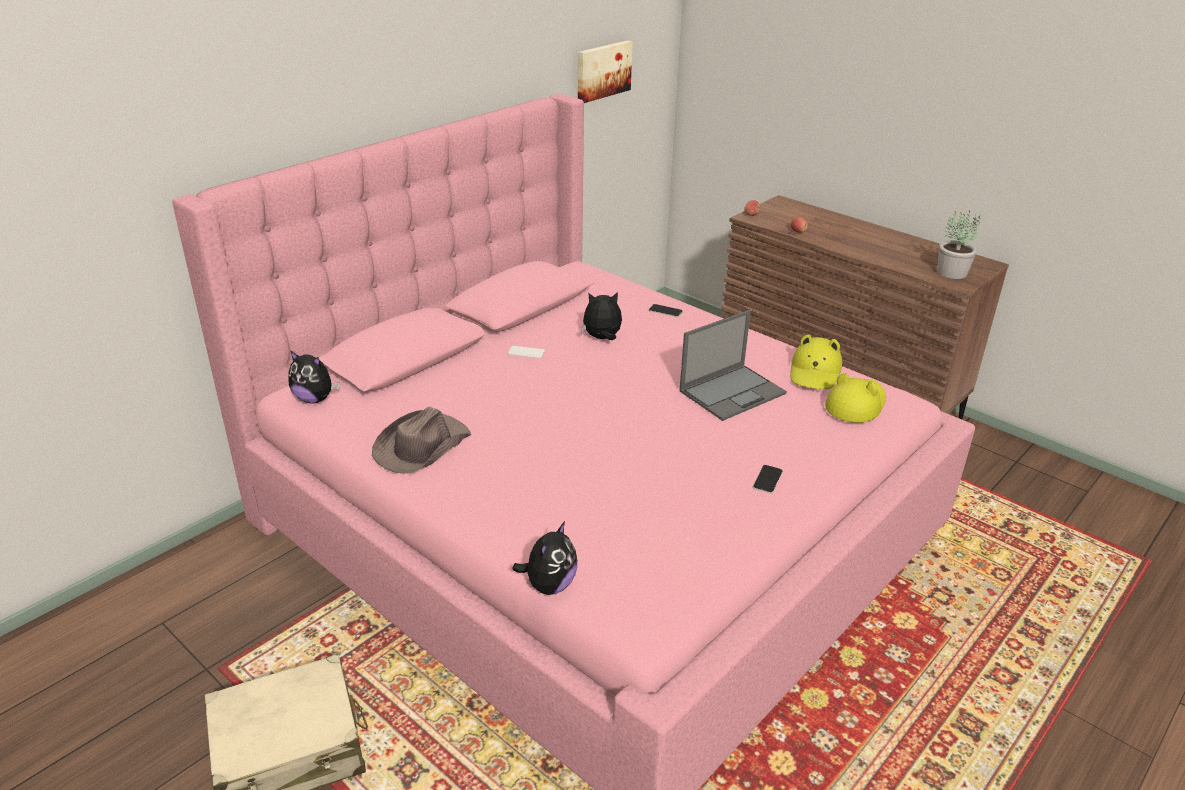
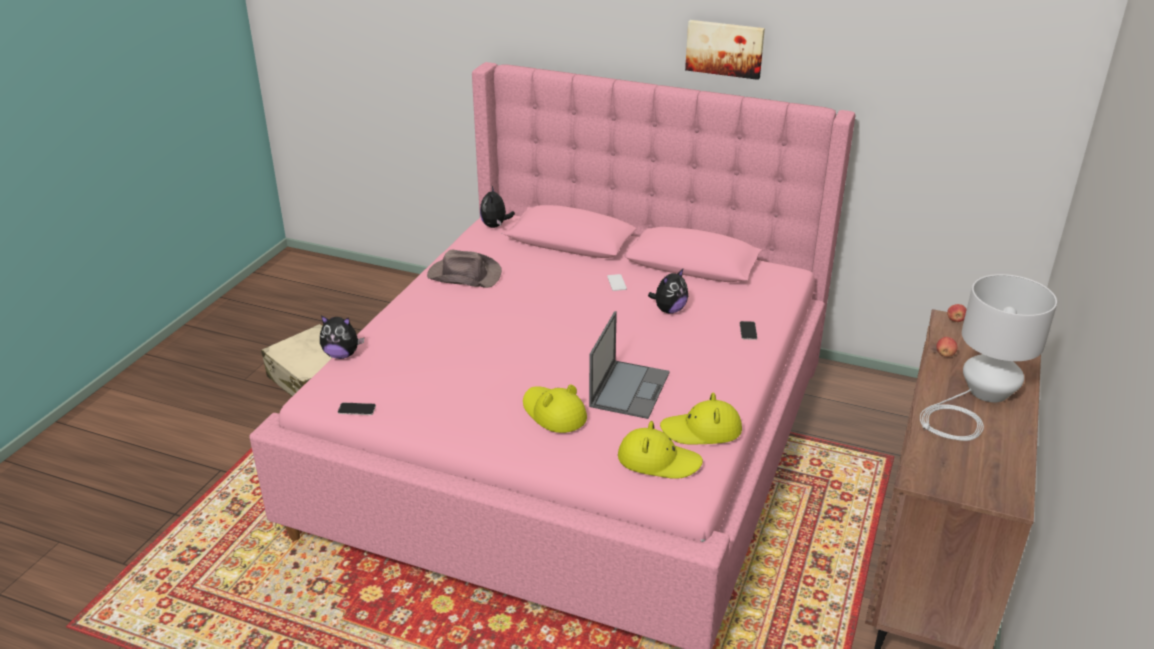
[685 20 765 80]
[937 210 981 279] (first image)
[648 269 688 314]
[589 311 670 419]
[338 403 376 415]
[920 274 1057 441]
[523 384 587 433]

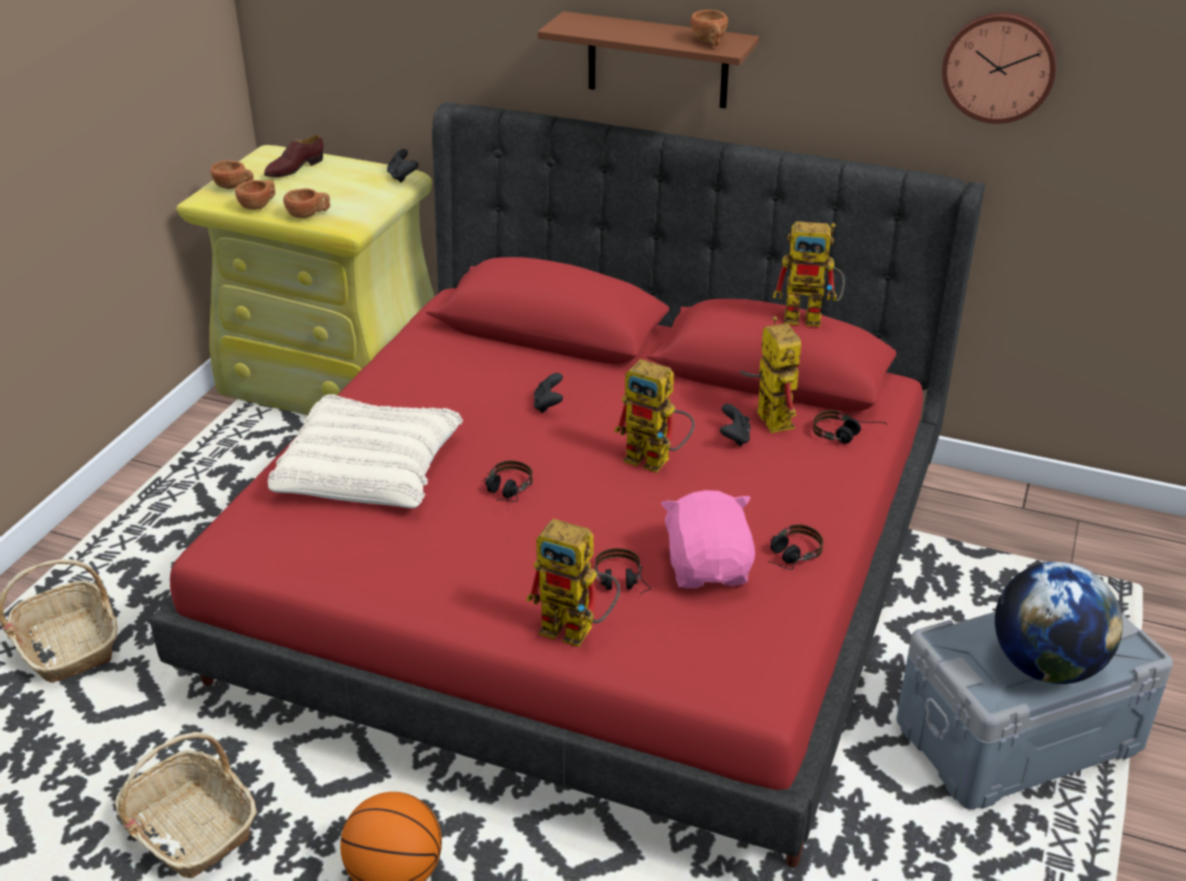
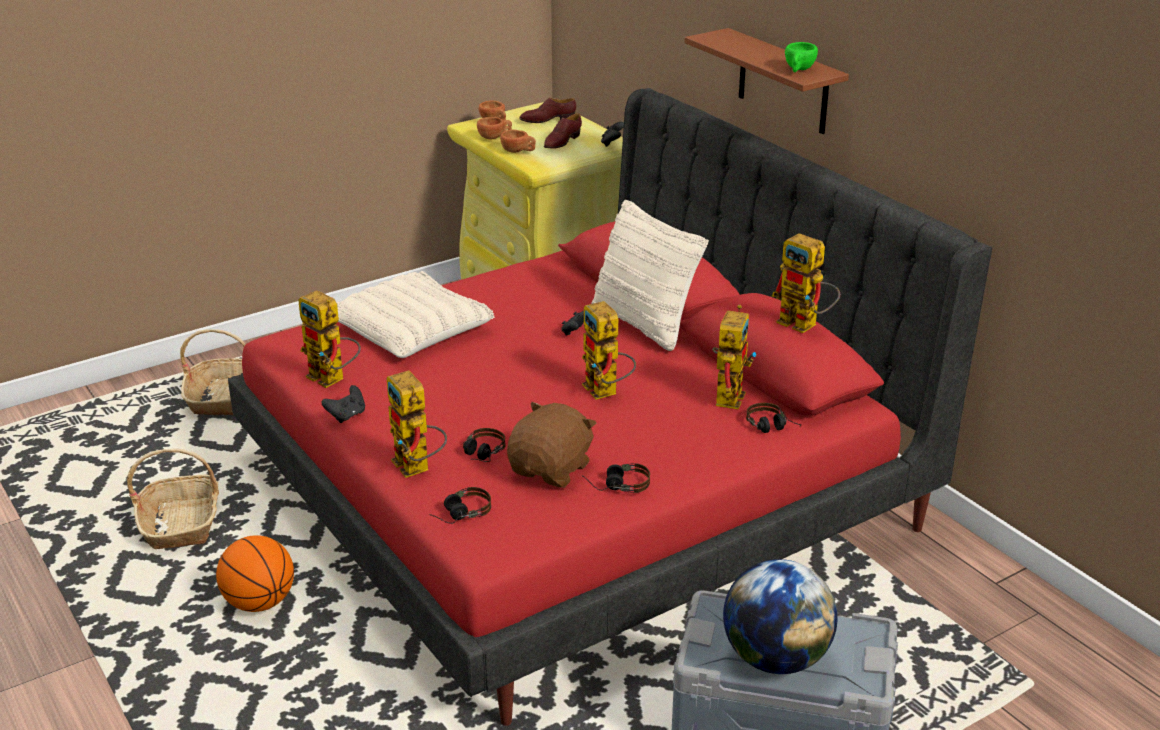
[785 42 818 72]
[942 12 1057 124] (first image)
[322 385 365 423]
[429 487 491 524]
[507 402 596 488]
[544 113 582 148]
[591 200 709 351]
[298 290 361 388]

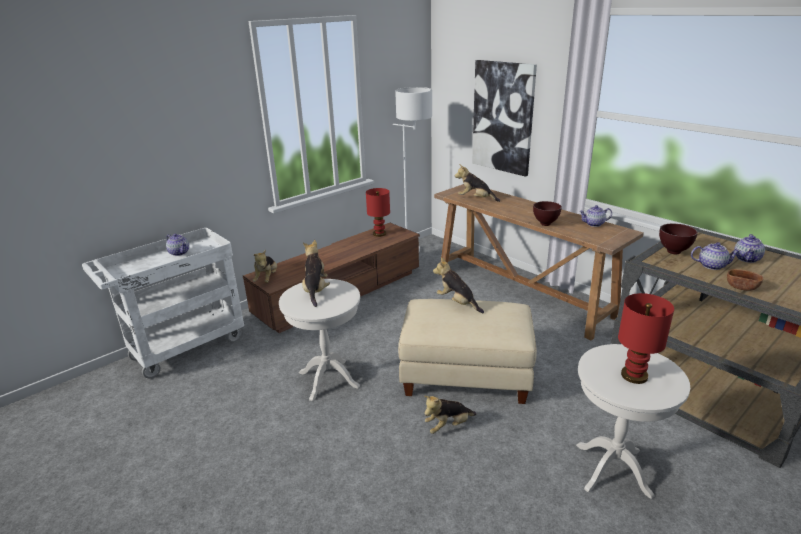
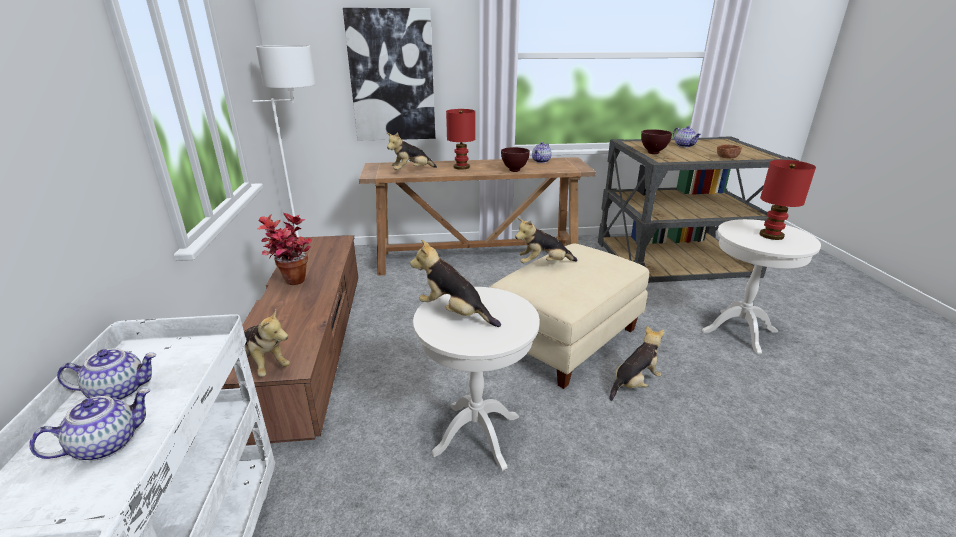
[446 109 476 170]
[29 388 151 461]
[609 326 664 401]
[257 213 312 285]

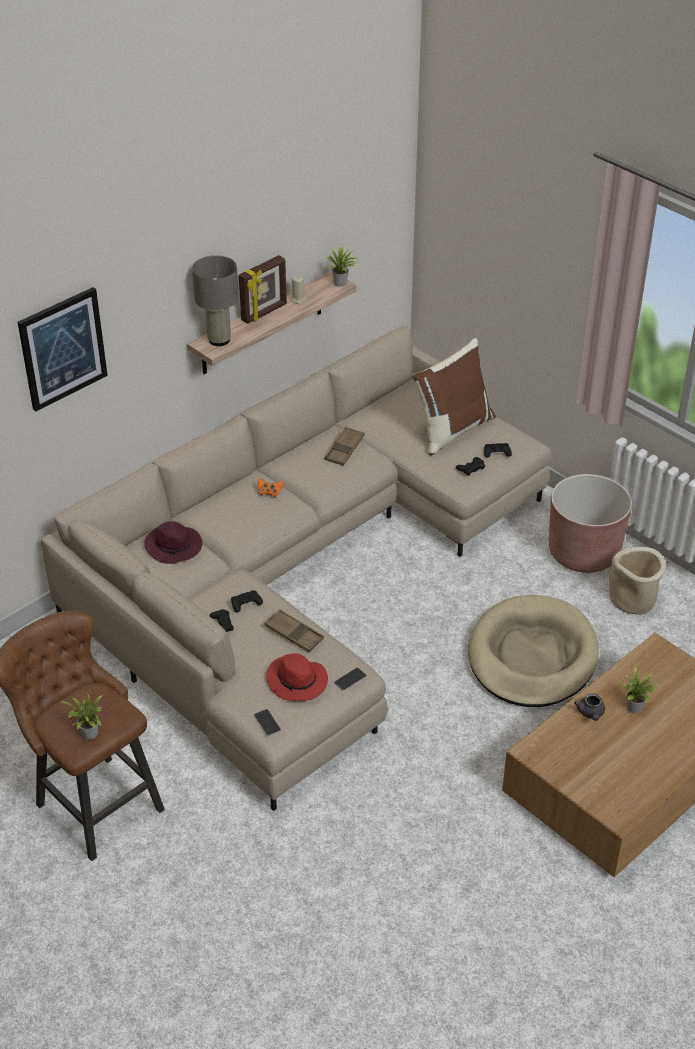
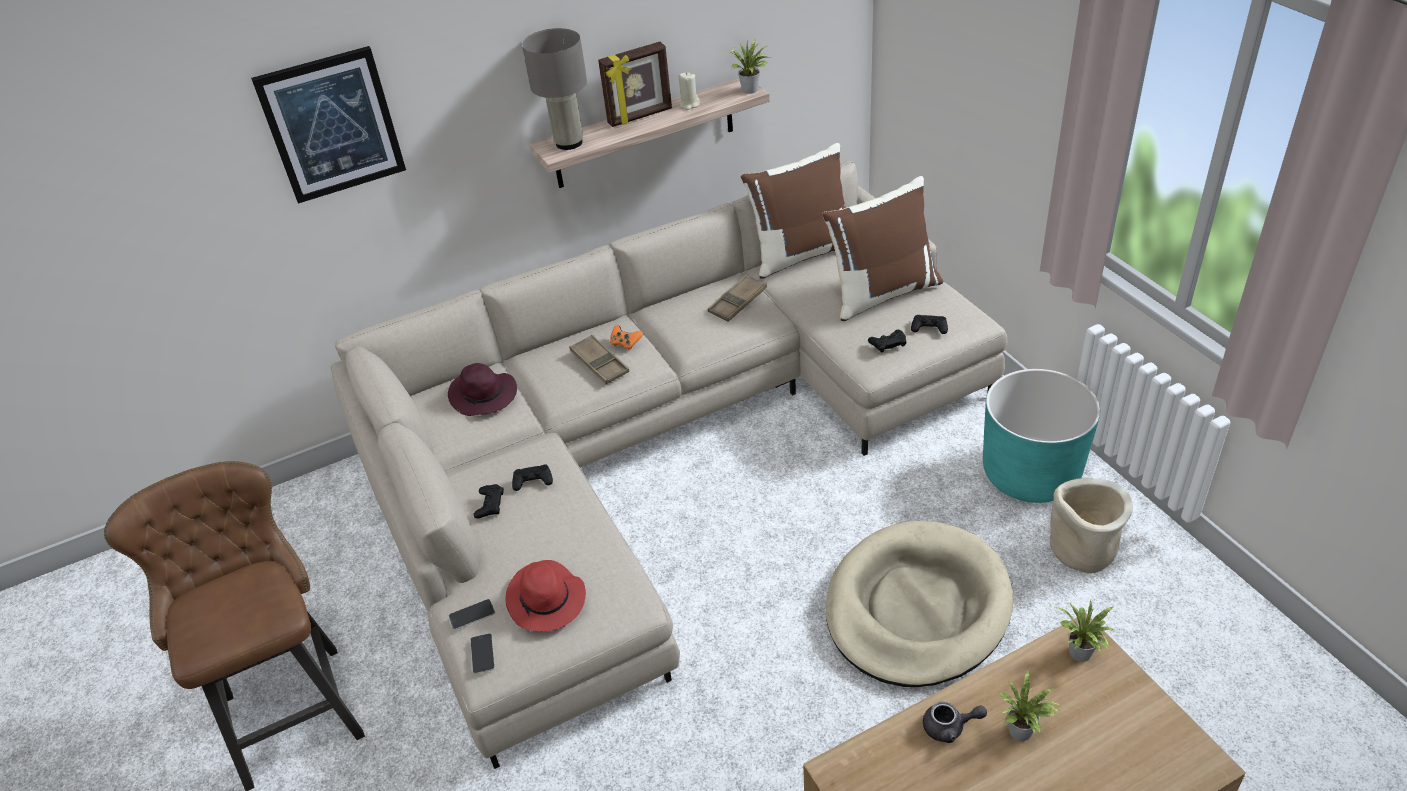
[983 369 1100 503]
[569 335 629 384]
[449 599 495 630]
[923 702 987 743]
[1055 600 1115 662]
[741 143 846 279]

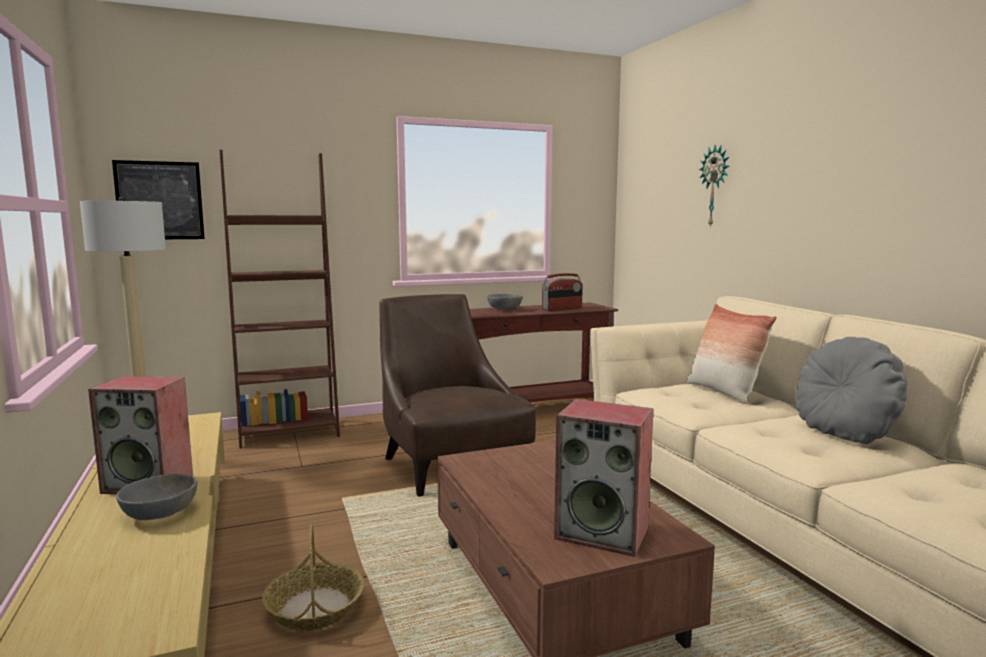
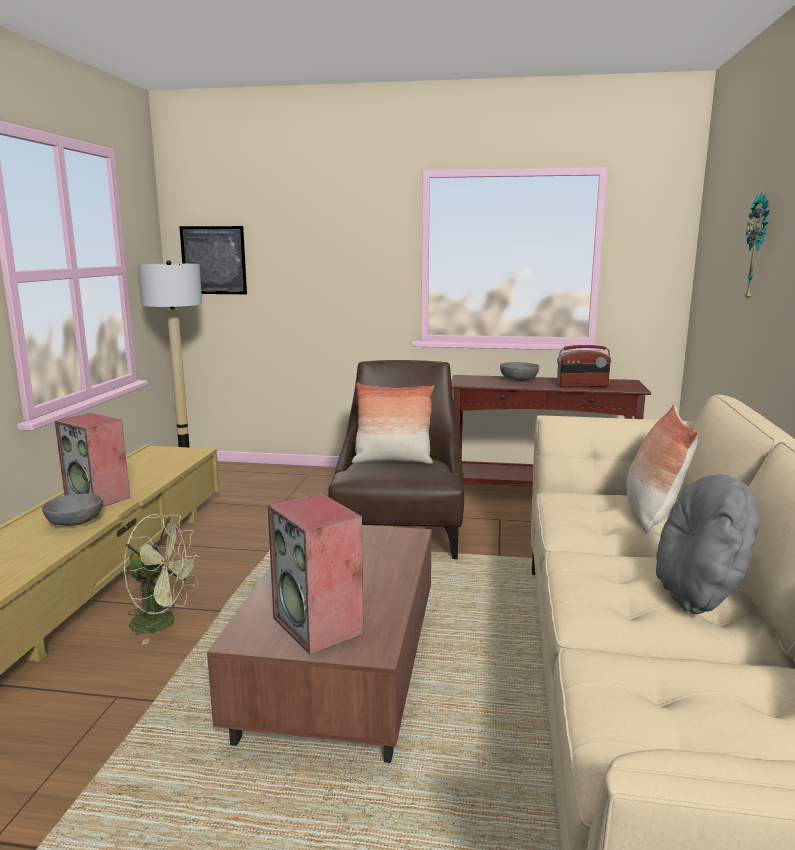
[220 150 340 449] (first image)
[123 514 201 645]
[352 383 434 464]

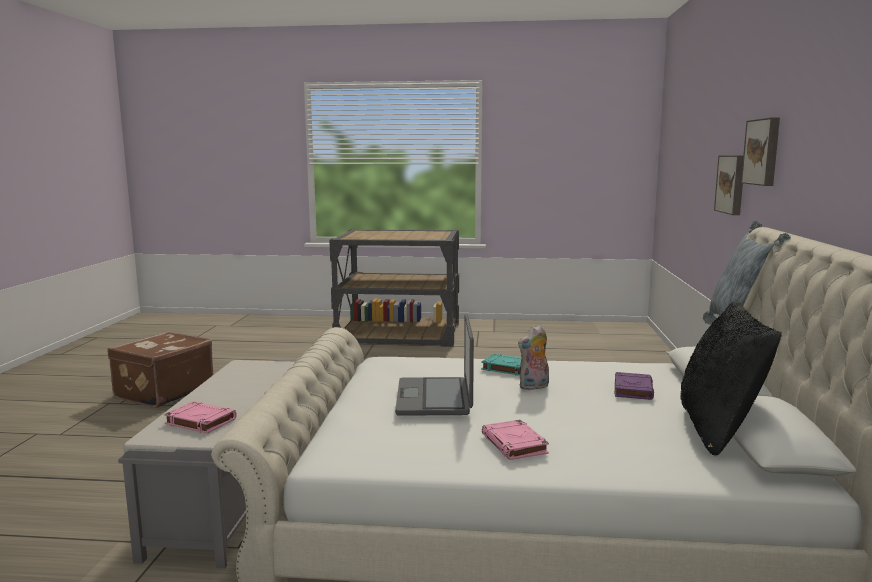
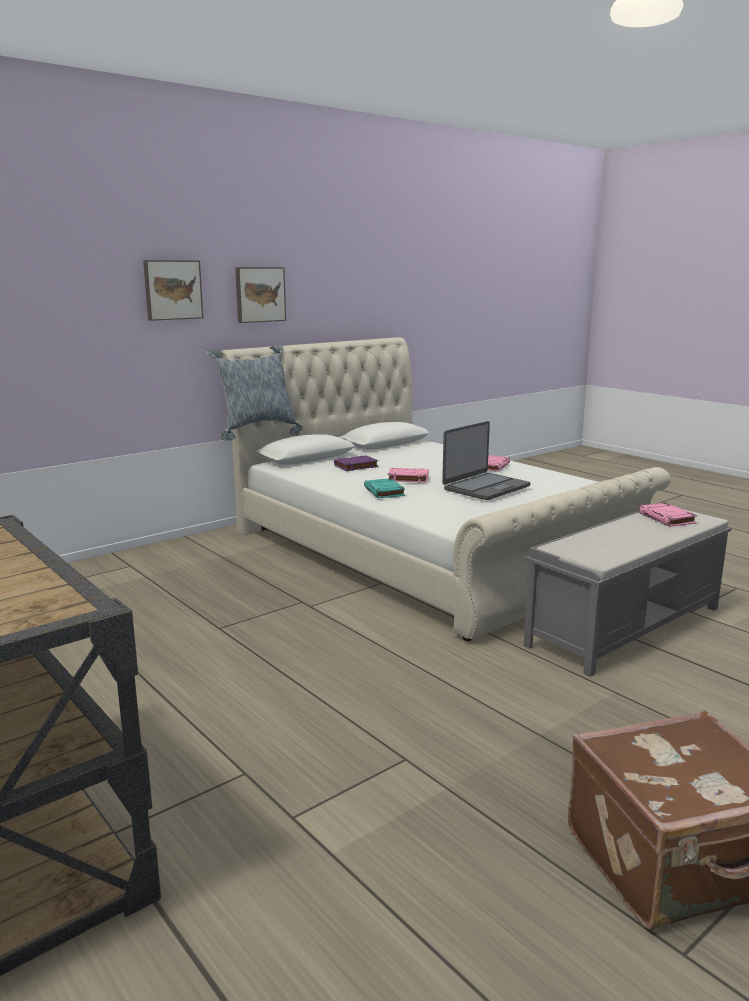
[235 267 286 323]
[680 300 782 457] (first image)
[388 468 429 483]

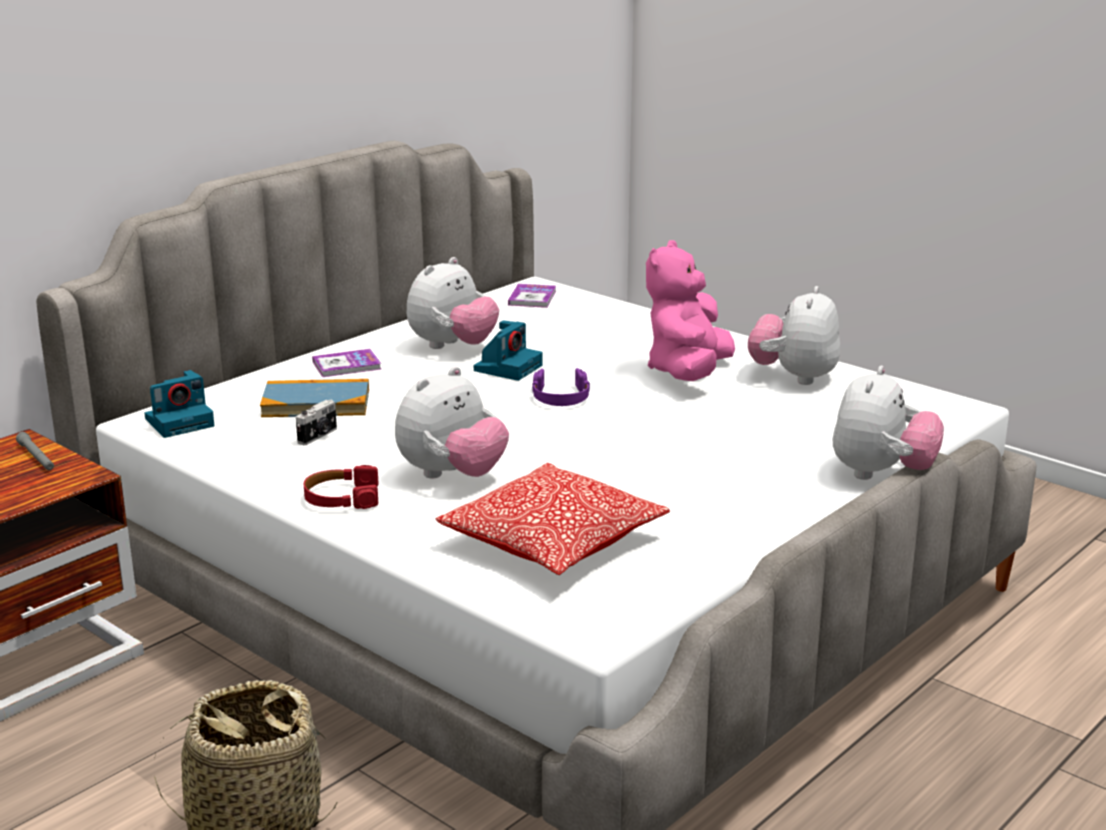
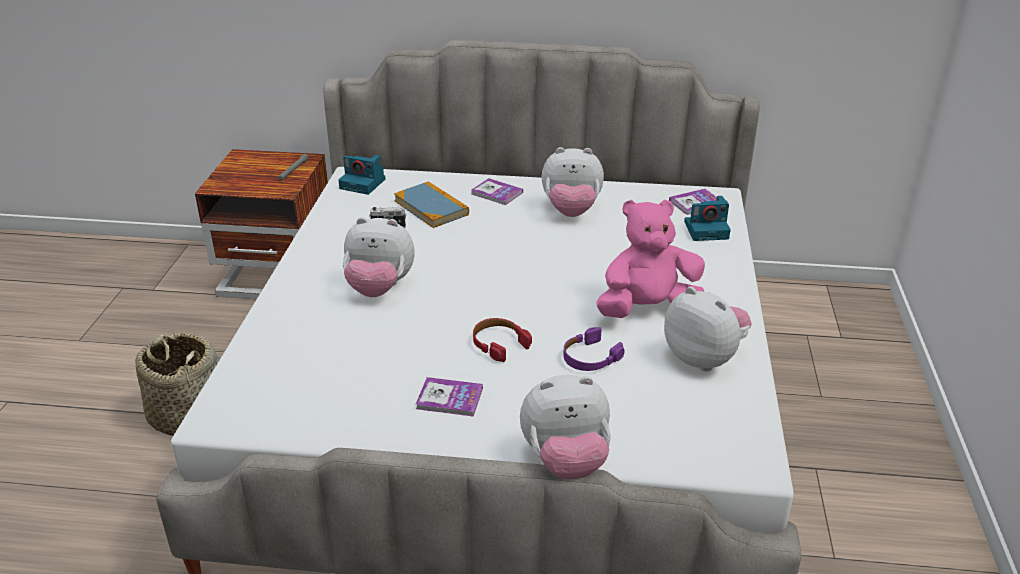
[664 287 752 371]
[684 196 731 241]
[563 327 625 371]
[436 463 670 575] (first image)
[473 318 532 362]
[415 377 483 417]

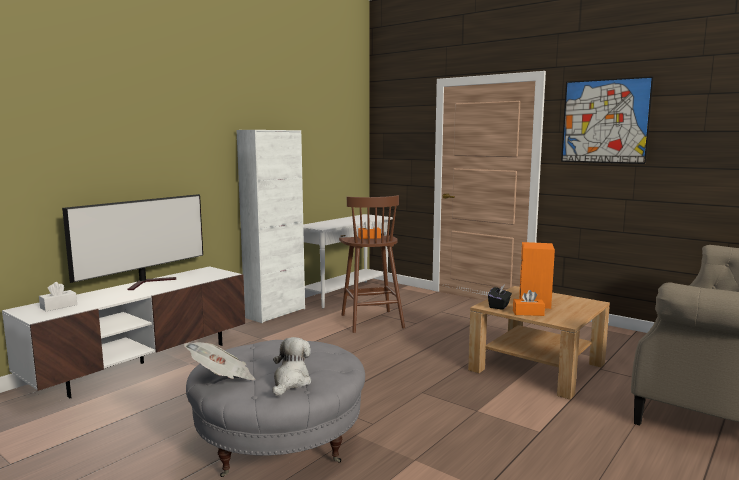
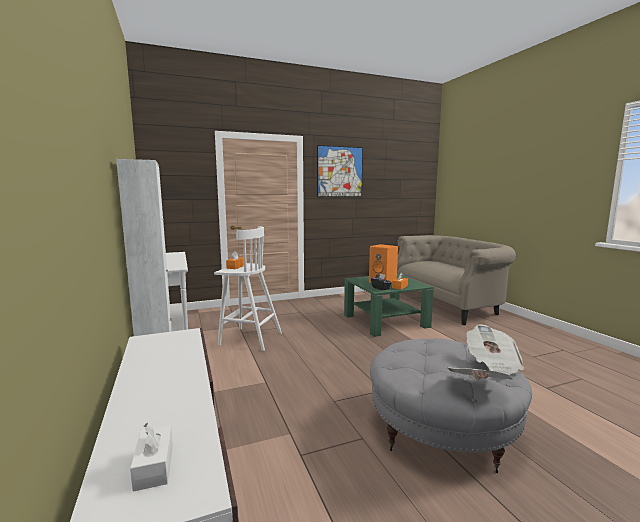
[62 194 203 290] (first image)
[214 226 282 351]
[344 274 434 337]
[466 325 524 375]

